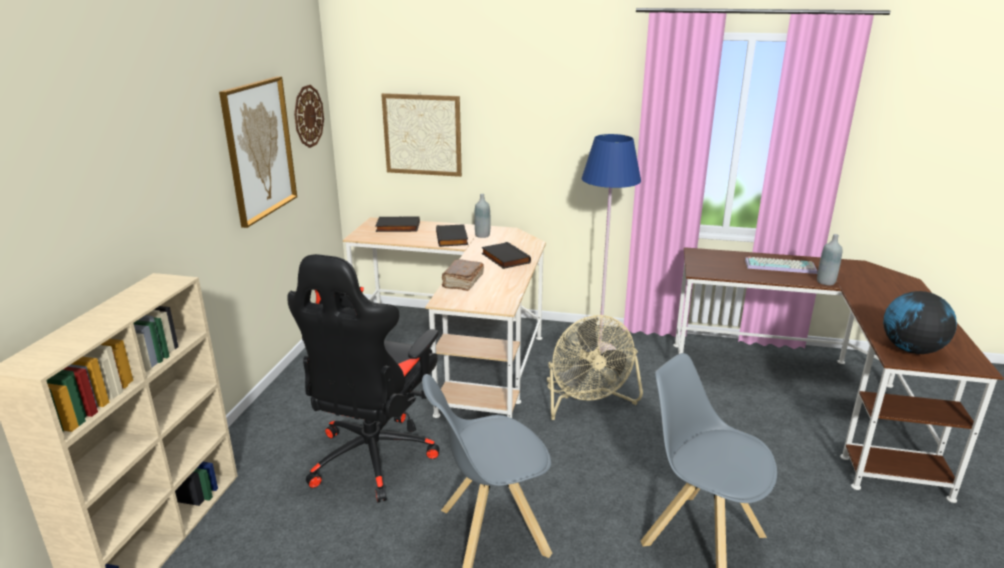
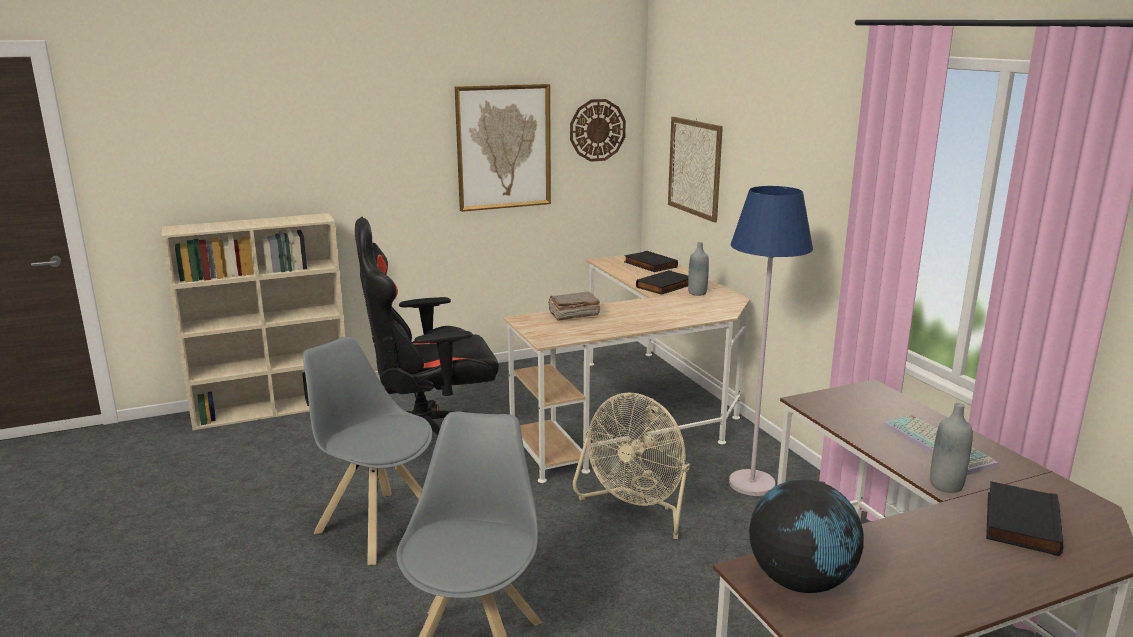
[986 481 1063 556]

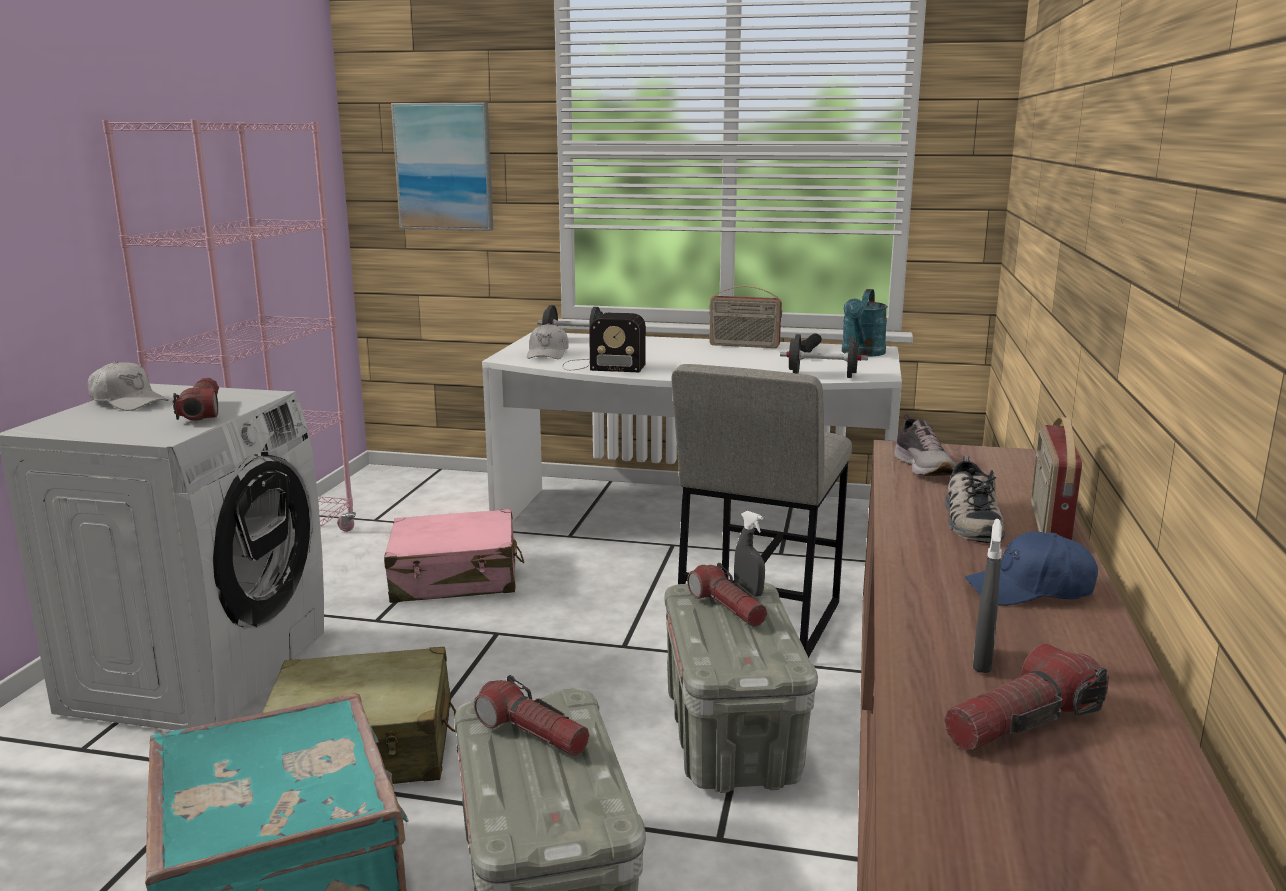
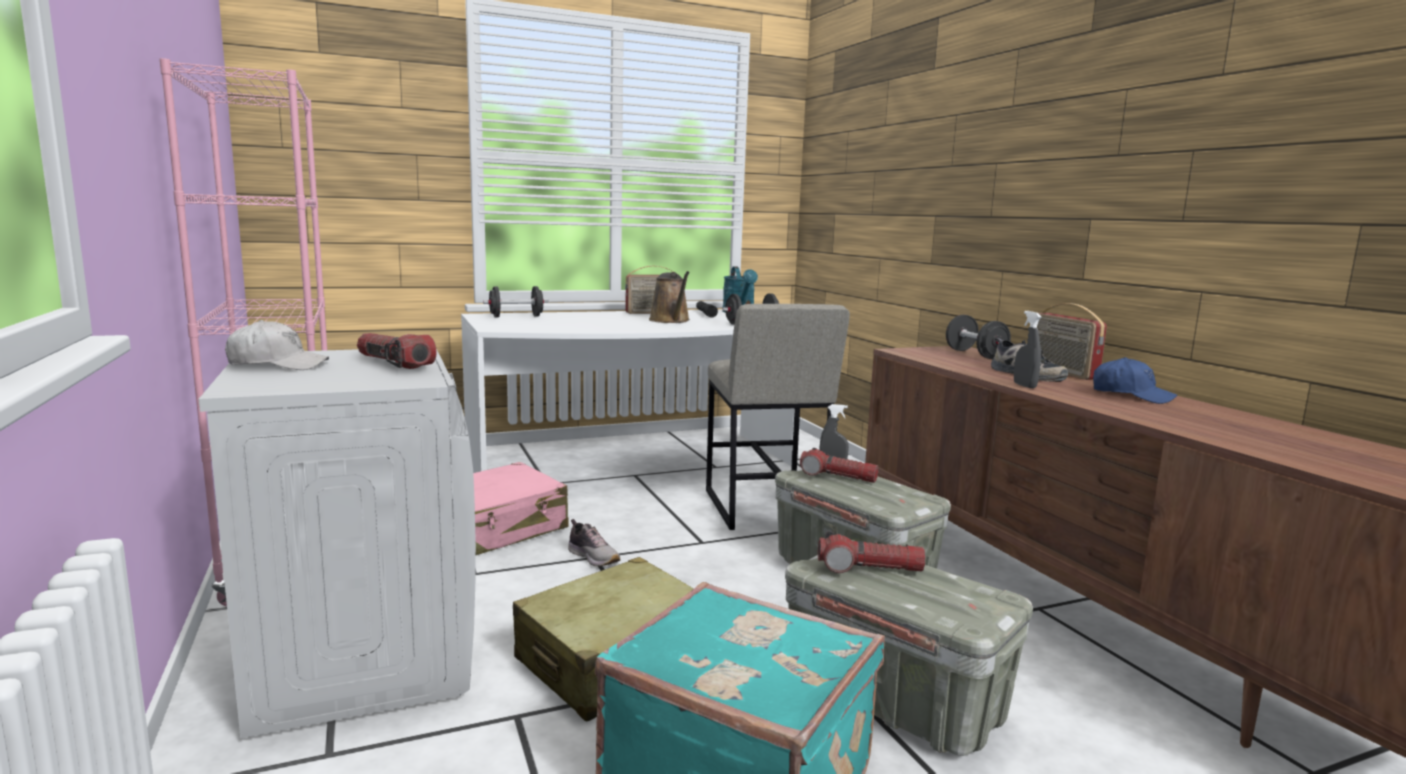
[391 103 493 231] (first image)
[562 313 646 372] (first image)
[527 323 569 359] (first image)
[568 519 620 566]
[1014 311 1041 388]
[1093 357 1177 404]
[944 644 1109 751] (first image)
[649 271 690 323]
[946 315 1011 359]

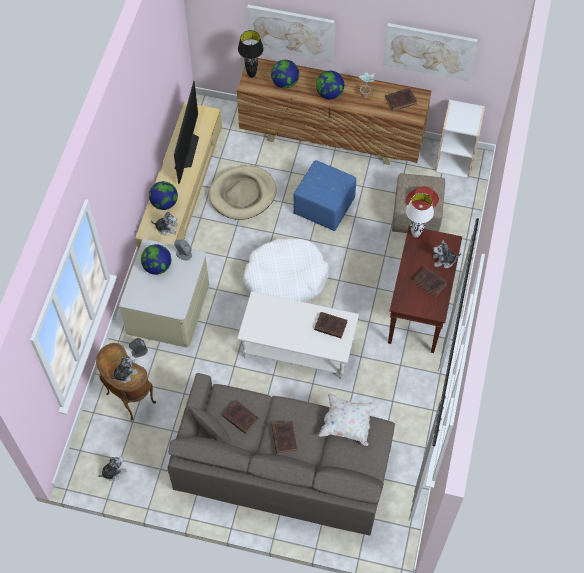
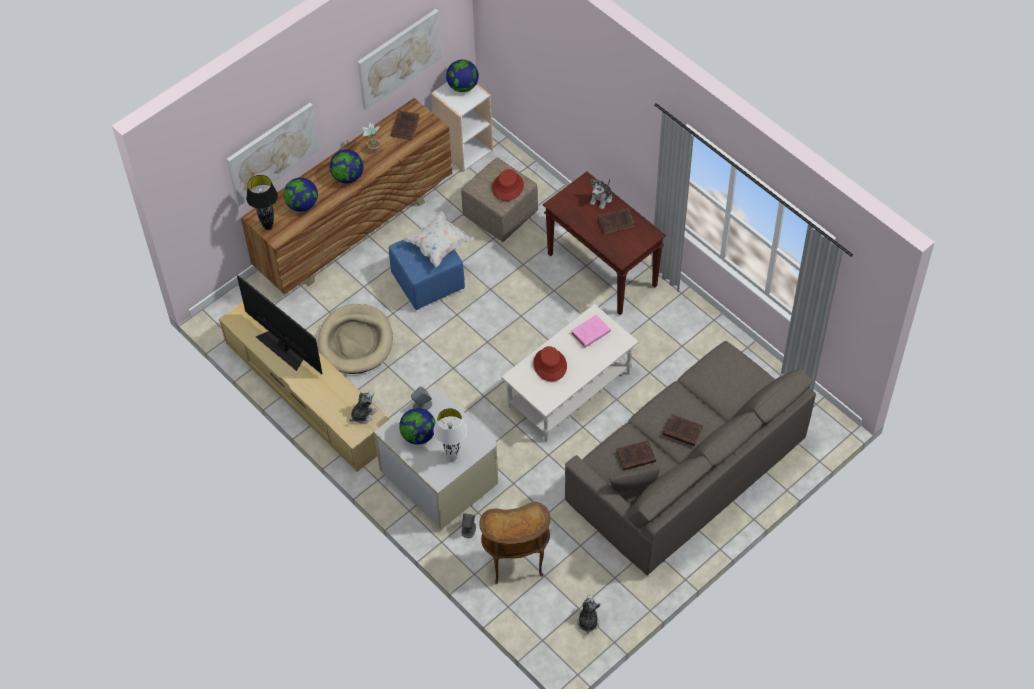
[446 60 479 92]
[434 408 467 461]
[243 239 329 302] (first image)
[571 314 611 348]
[110 356 138 383] (first image)
[403 211 474 268]
[533 346 567 382]

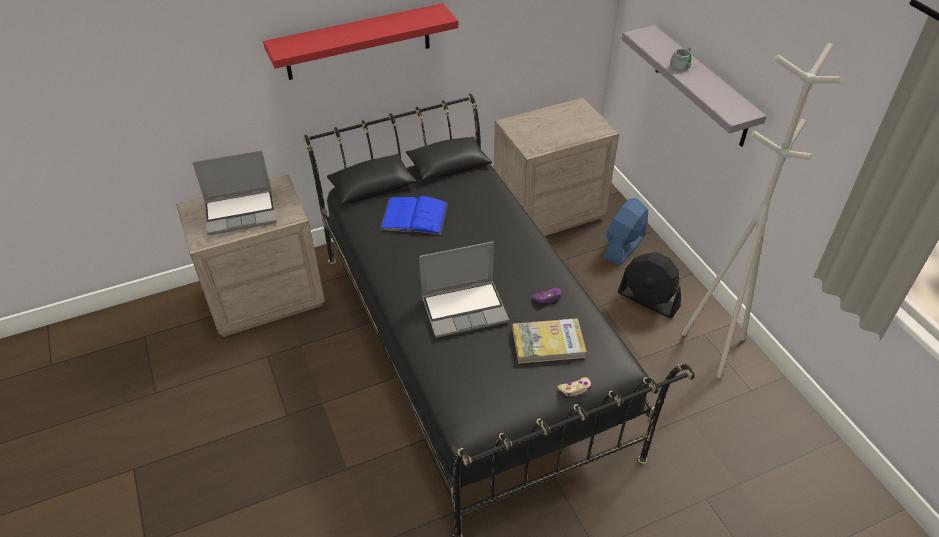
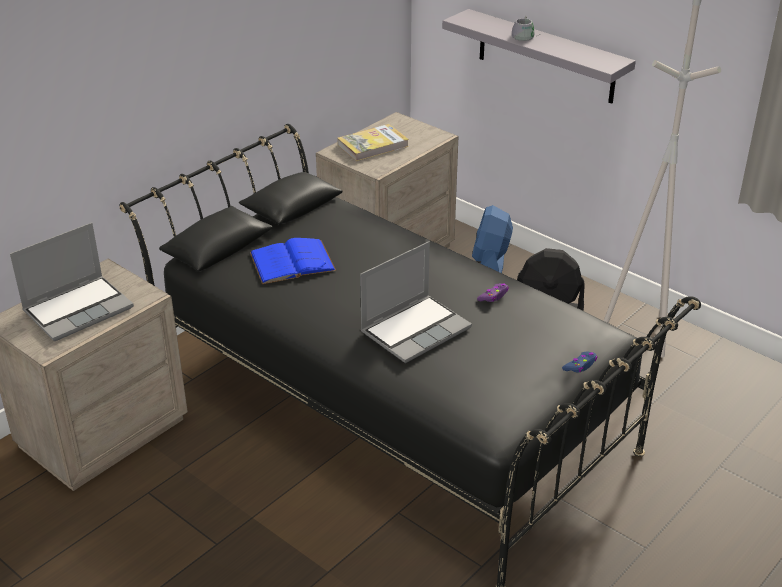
[263 3 459 80] (first image)
[337 124 409 161]
[562 351 597 373]

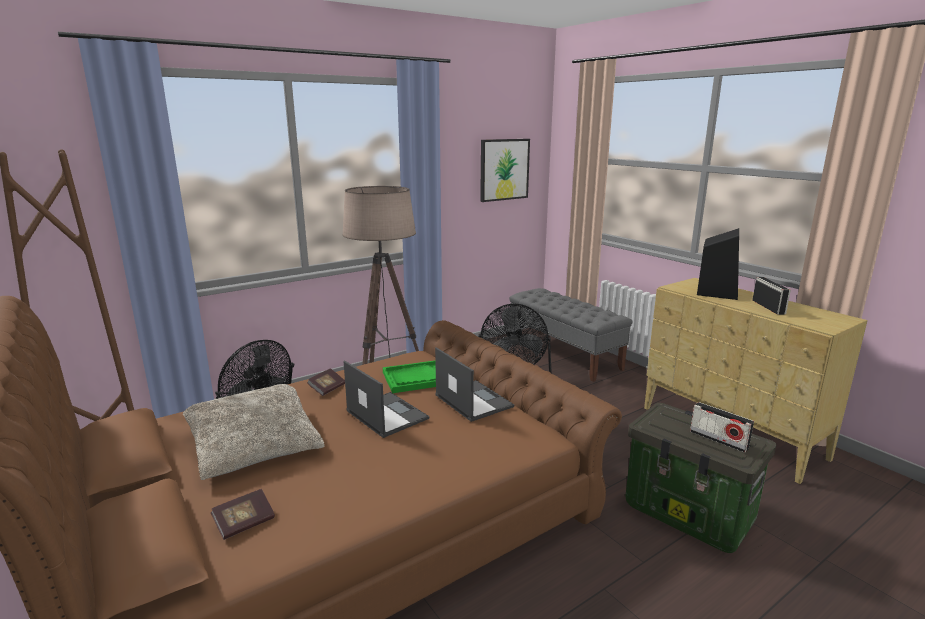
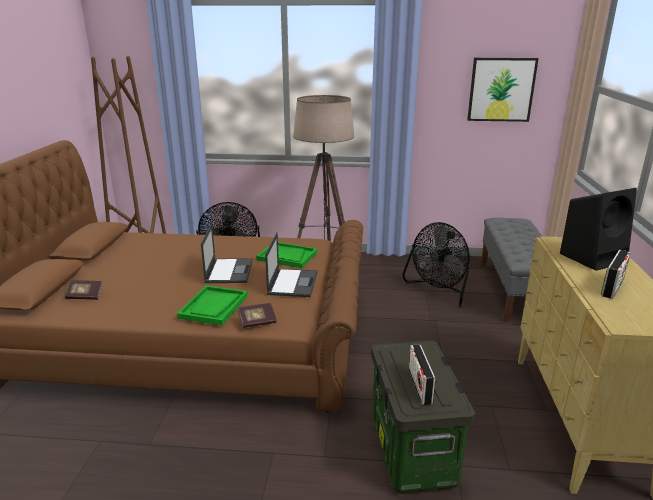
[238 303 277 328]
[183 384 325 480] (first image)
[177 285 248 326]

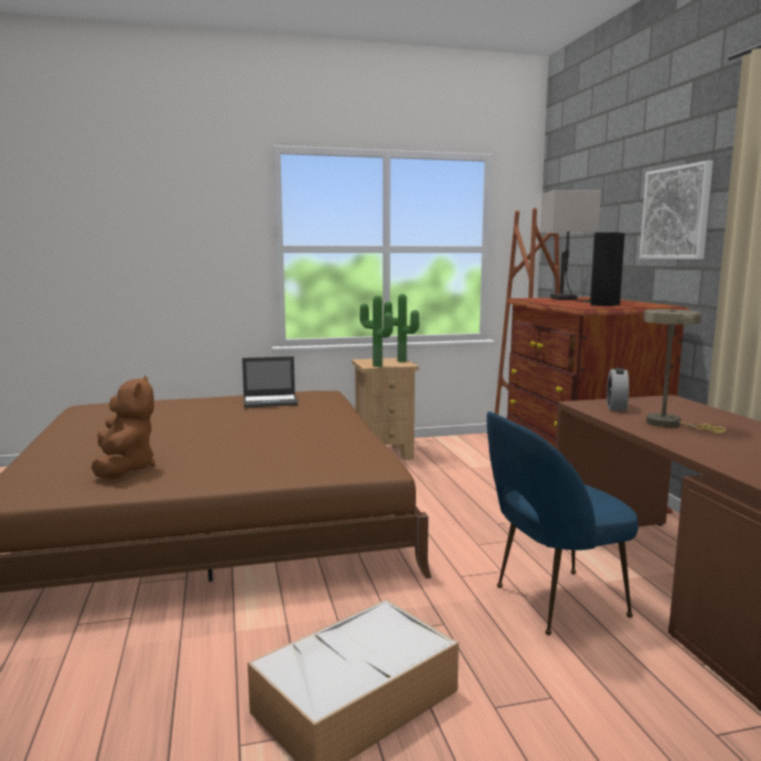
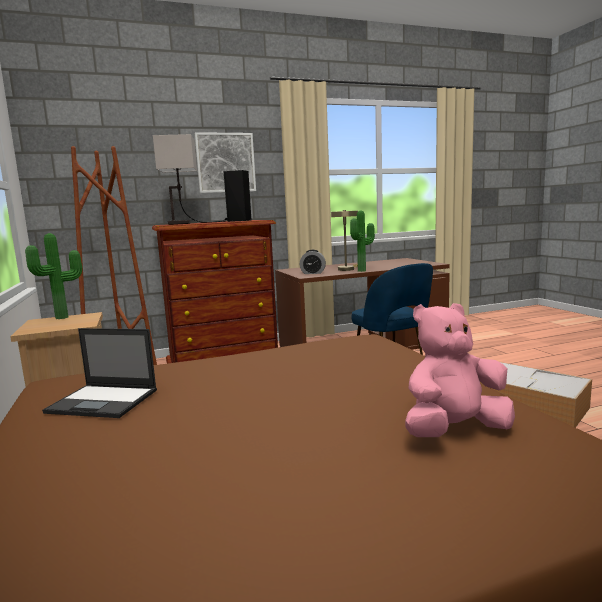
[350 210 375 272]
[42 328 157 418]
[405 303 515 437]

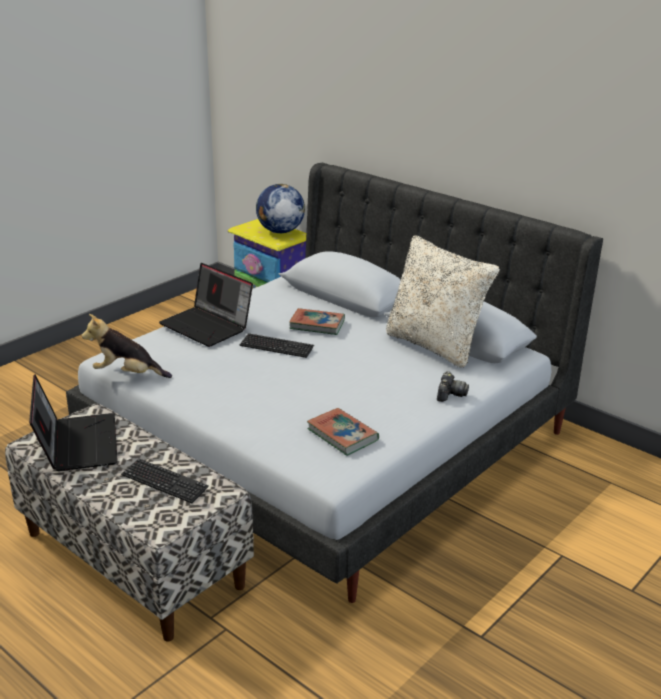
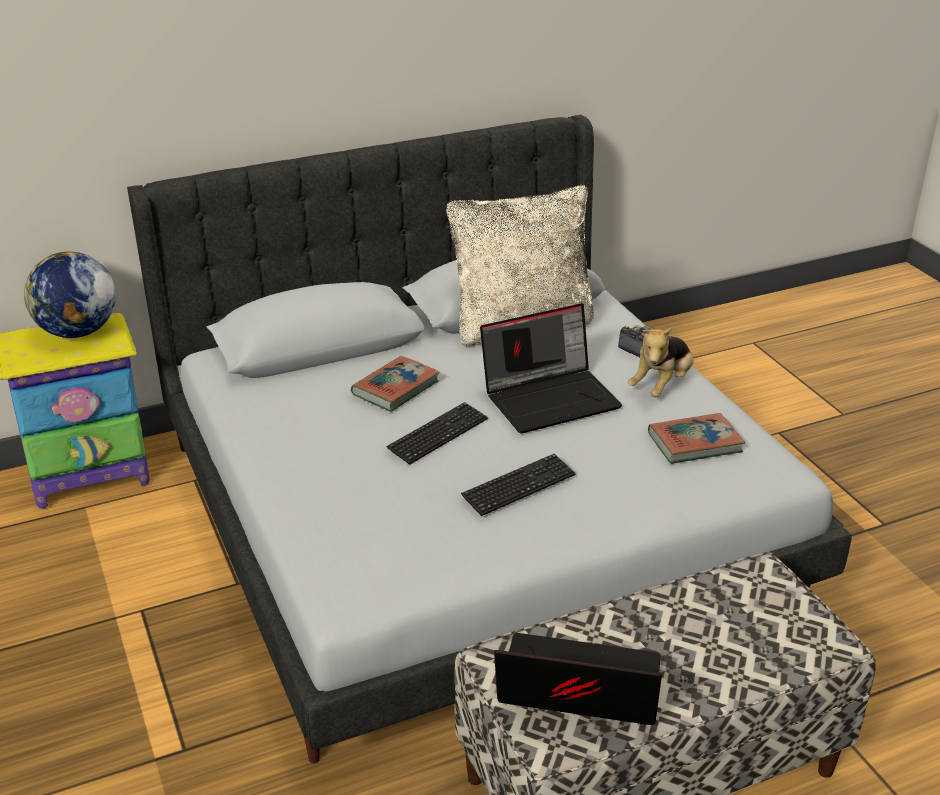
[480 303 622 434]
[627 327 693 397]
[461 454 576 516]

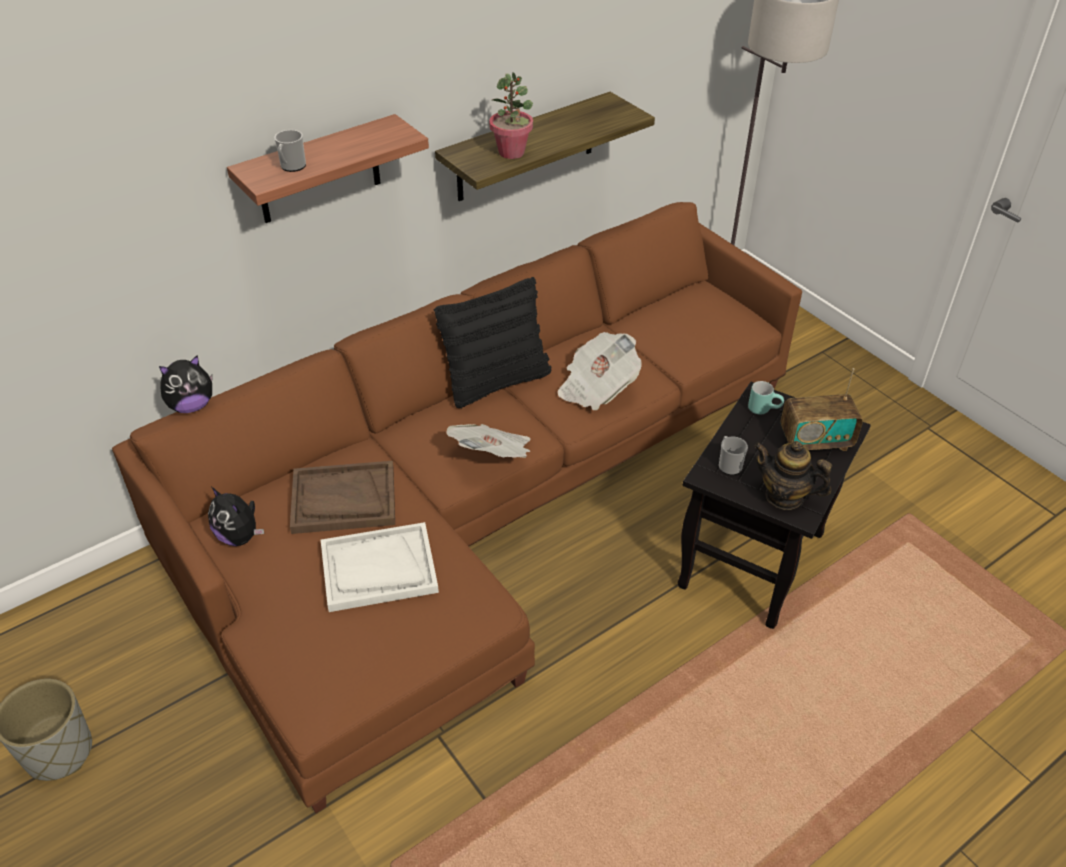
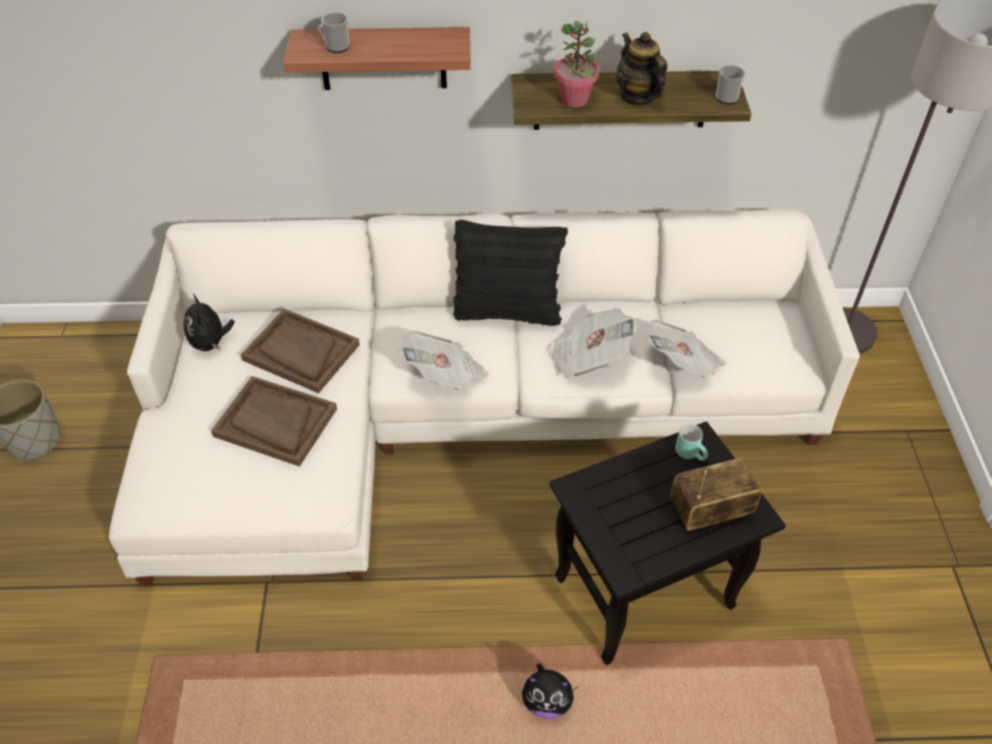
[109 209 860 586]
[522 664 579 719]
[670 458 761 531]
[716 65 745 104]
[616 32 667 106]
[211 376 337 467]
[646 320 726 378]

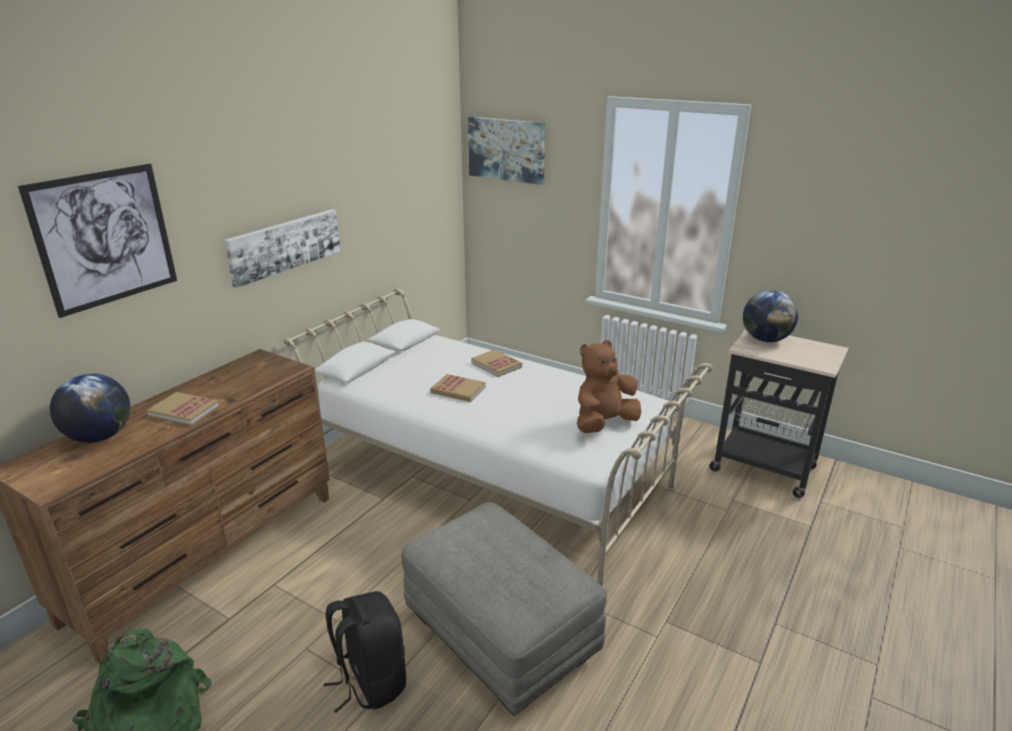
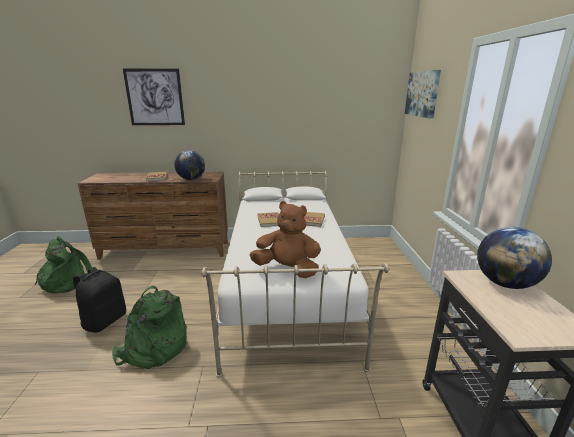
[224 209 340 288] (first image)
[175 150 205 180]
[112 286 187 369]

